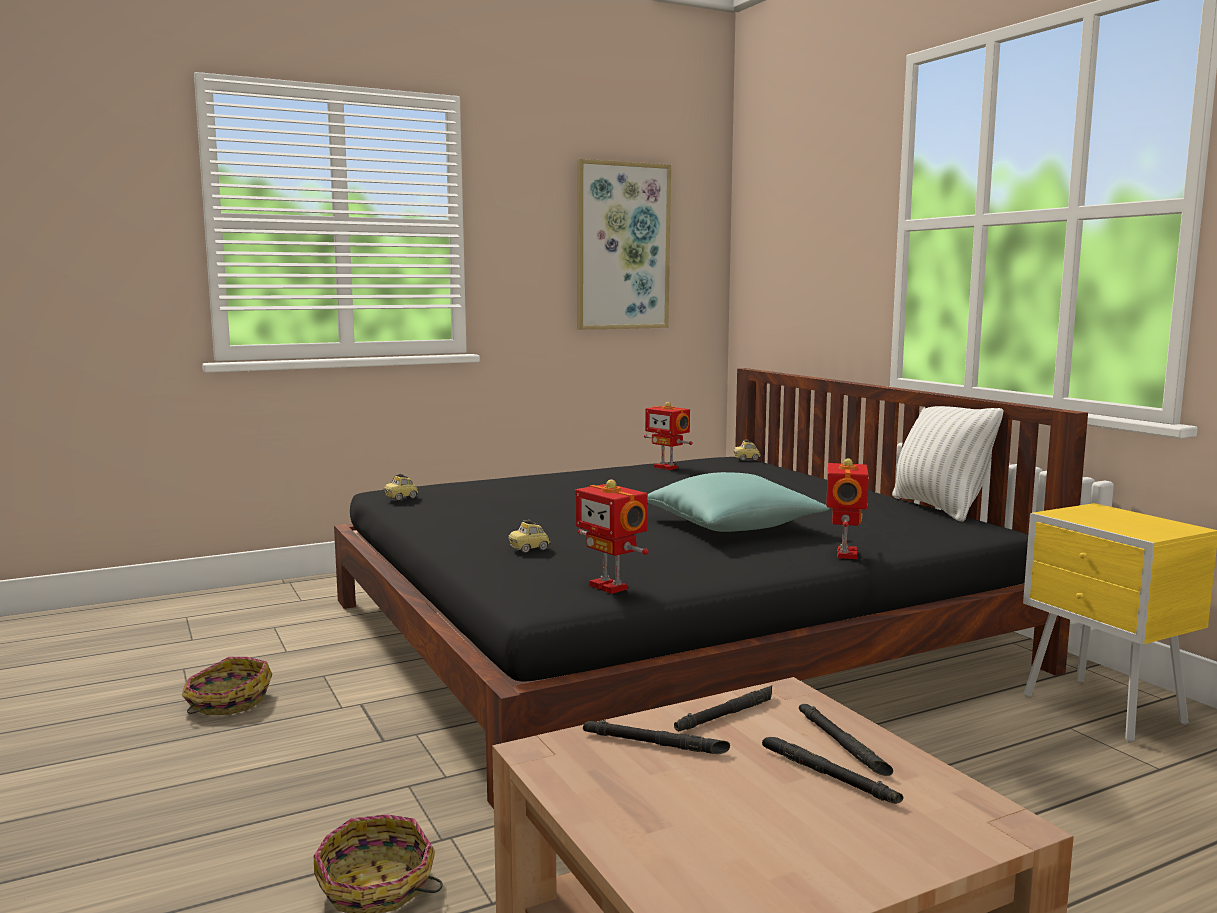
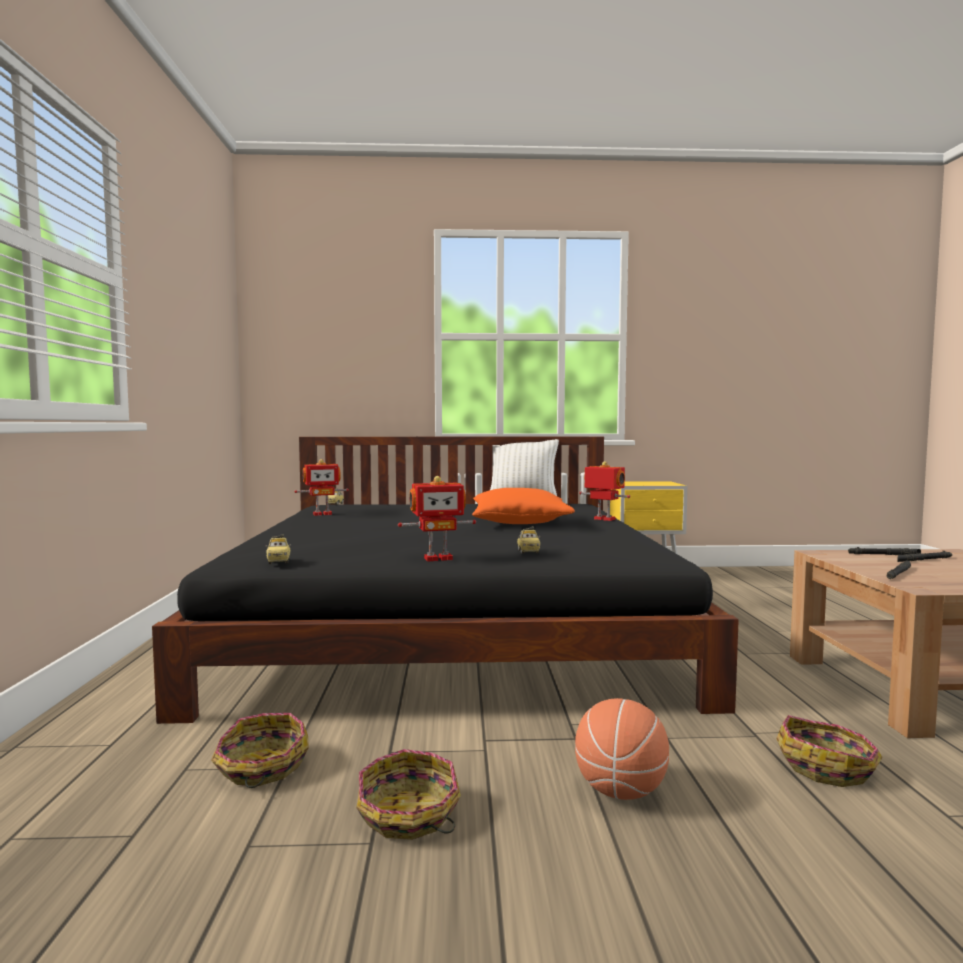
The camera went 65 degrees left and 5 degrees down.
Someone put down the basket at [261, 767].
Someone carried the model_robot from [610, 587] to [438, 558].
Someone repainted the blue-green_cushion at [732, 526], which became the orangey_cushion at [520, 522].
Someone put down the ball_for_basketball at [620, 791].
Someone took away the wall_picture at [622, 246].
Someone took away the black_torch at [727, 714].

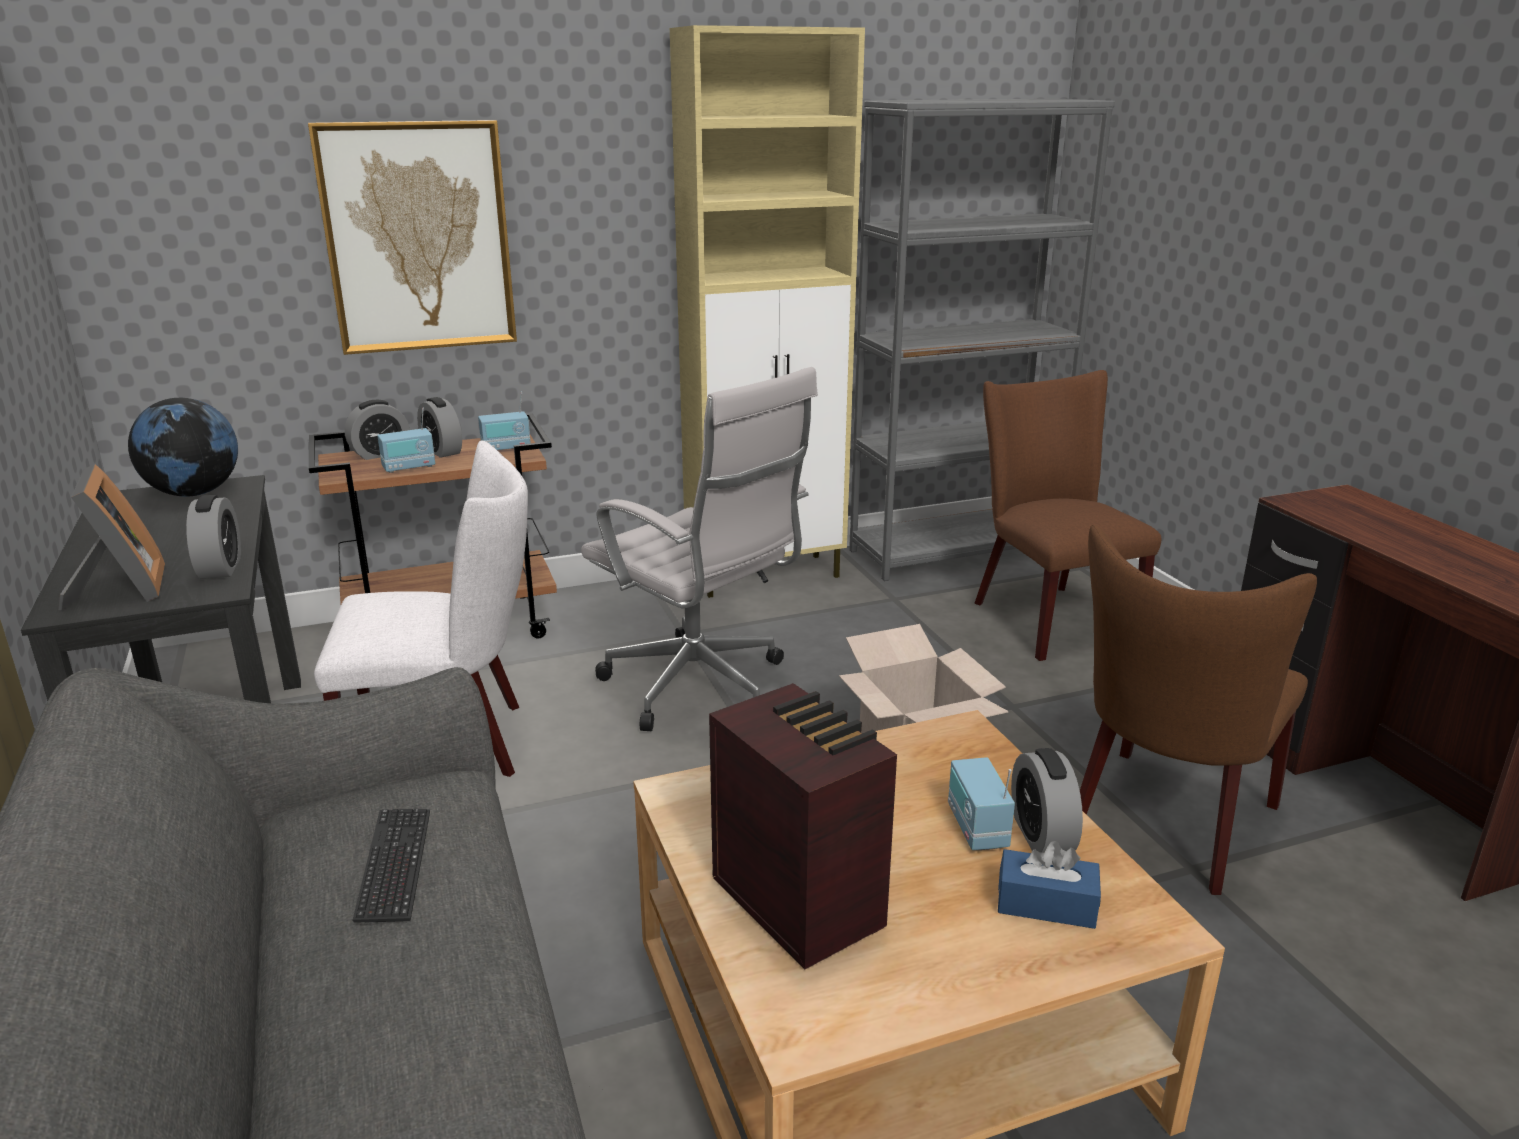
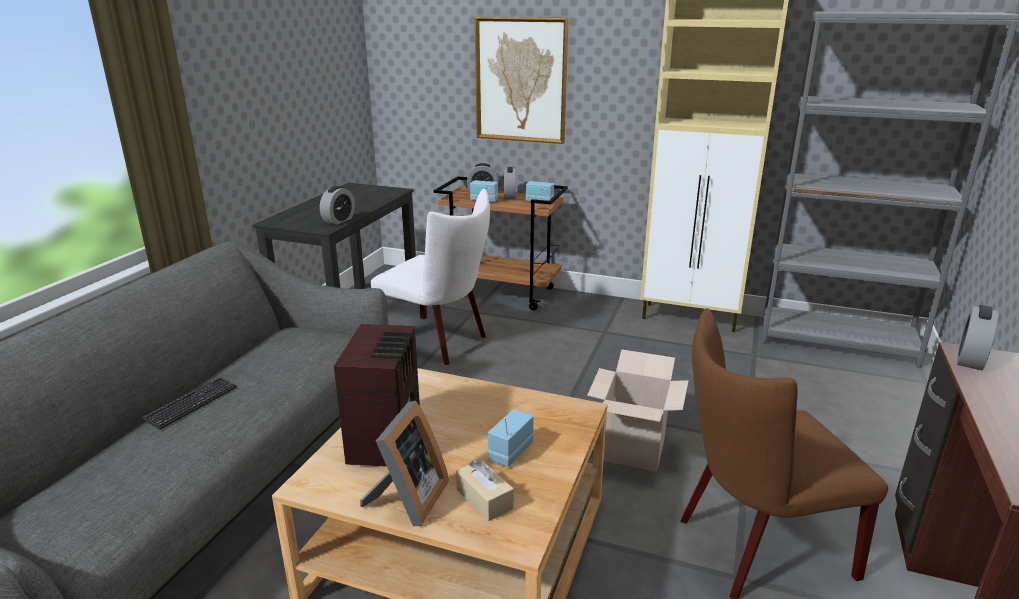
The camera went 40 degrees right and 0 degrees up.
Someone carried the PC_keyboard from [394, 866] to [192, 404].
Someone carried the picture_frame from [122, 590] to [407, 500].
Someone repainted the bluish_tissue_holder at [1046, 904], which became the beige_tissue_holder at [484, 499].
Someone carried the alarm_clock from [1041, 835] to [970, 359].
Someone took away the world_globe at [194, 493].
Someone took away the white-coloured_desk_chair at [702, 689].
Someone took away the brown-coloured_chair at [1047, 616].

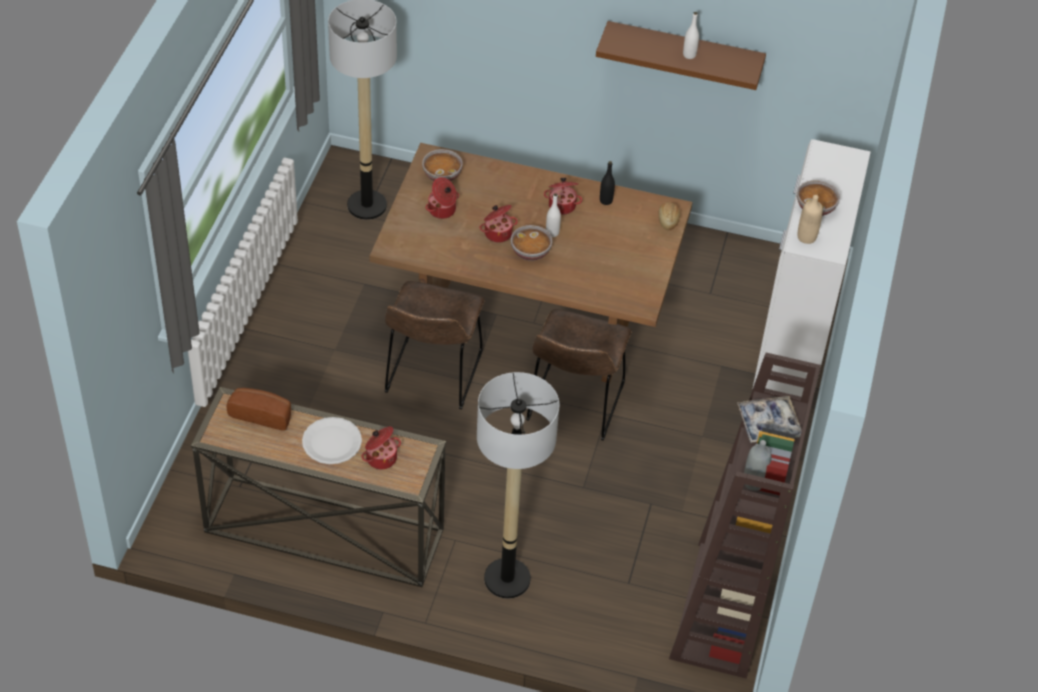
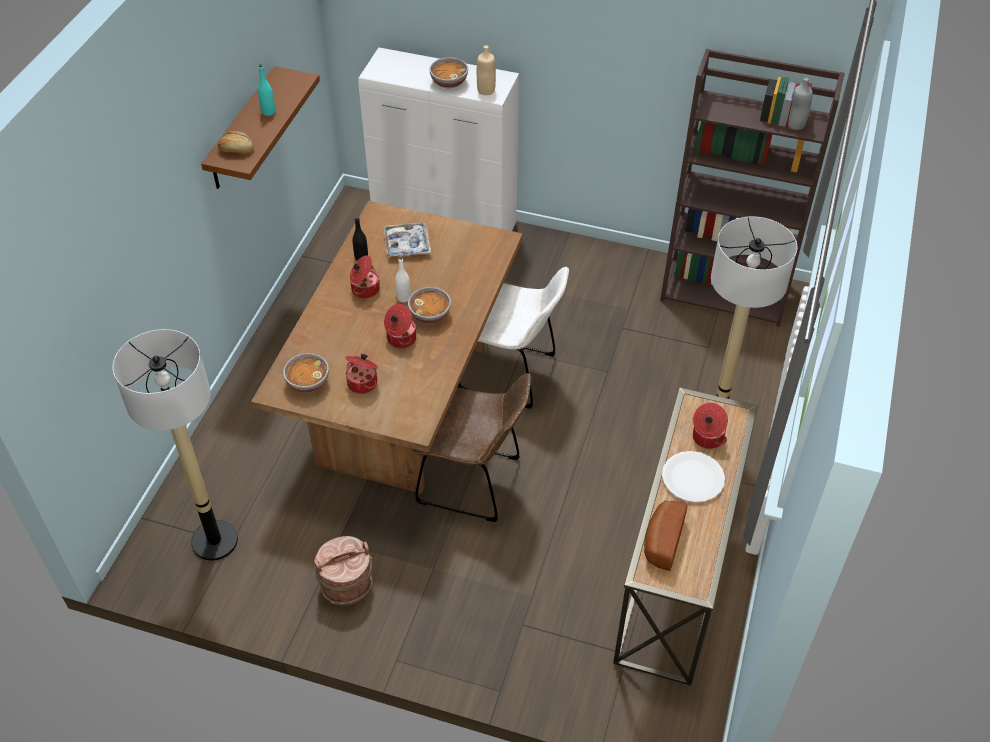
The camera went 85 degrees left and 0 degrees up.
Someone carried the bakery_bread from [668, 220] to [236, 150].
Someone repainted the white-coloured_bottle at [689, 55], which became the blue-green_bottle at [268, 112].
Someone put down the brown-coloured_pail at [346, 584].
Someone carried the carrying_tray from [768, 424] to [407, 244].
Someone repainted the brown-coloured_chair at [574, 406], which became the white-coloured_chair at [512, 374].

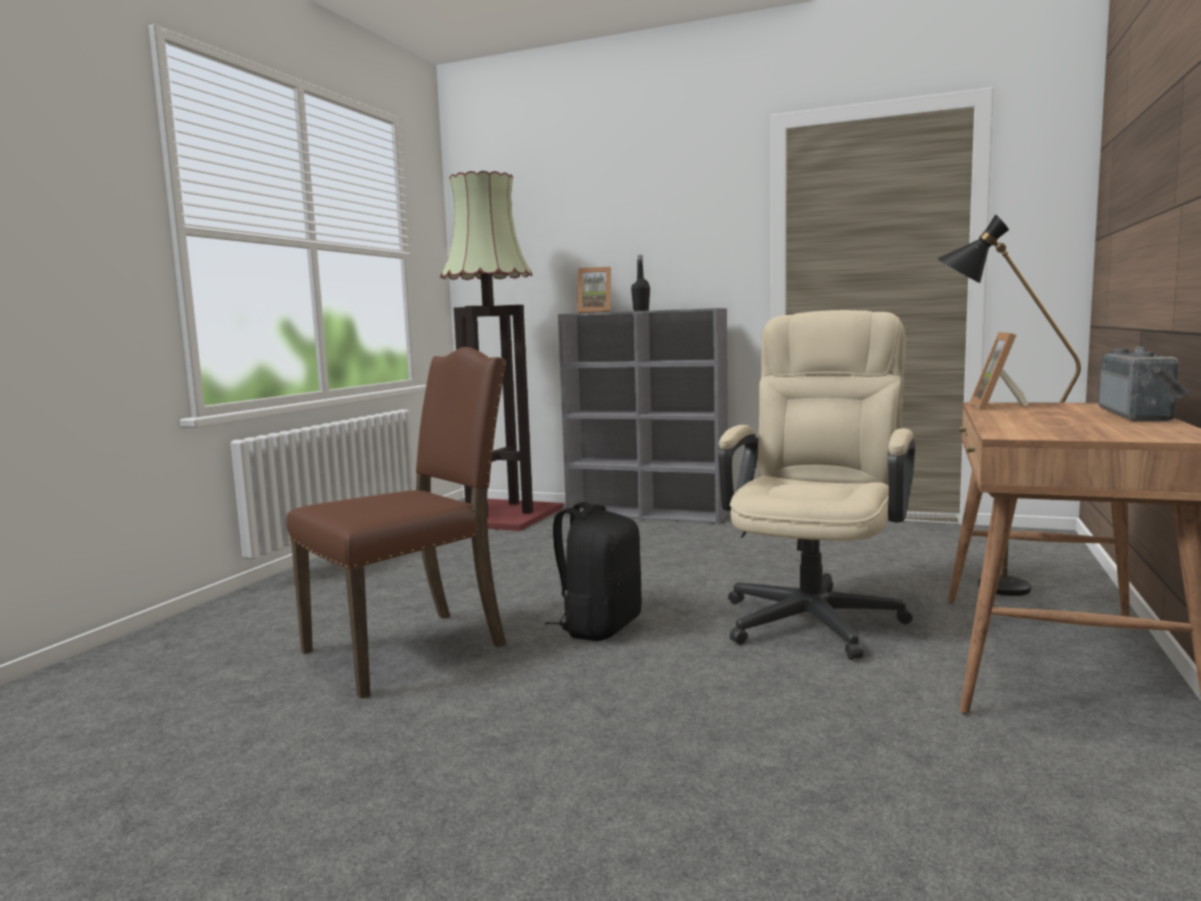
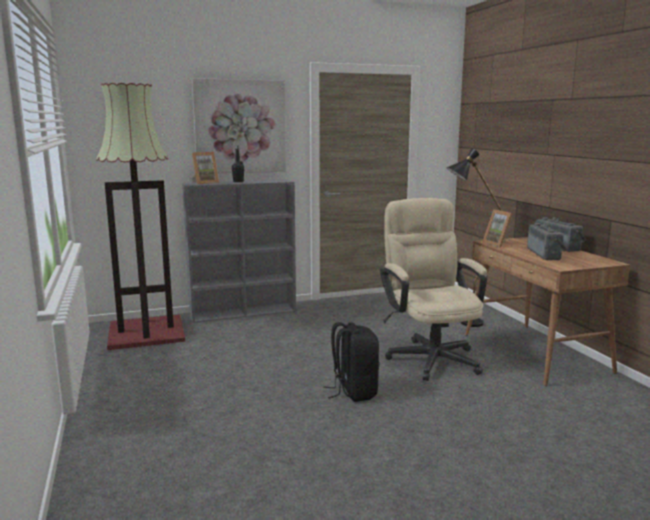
The camera went 40 degrees left and 5 degrees up.
Someone put up the wall_picture at [240, 126].
Someone put down the radio_receiver at [546, 254].
Someone took away the brown-coloured_chair at [411, 648].

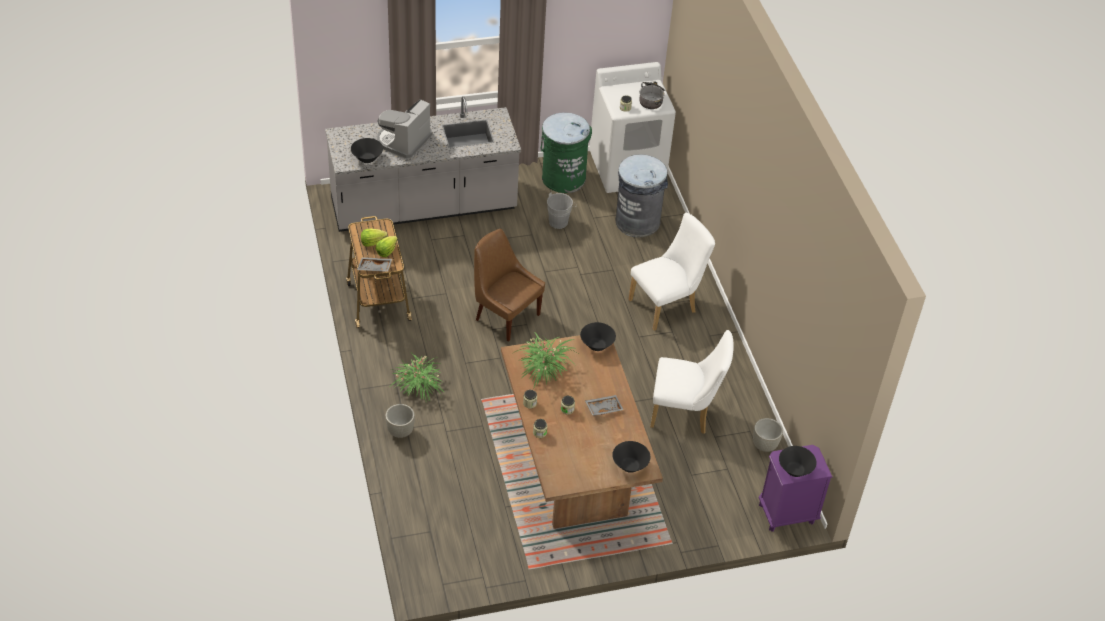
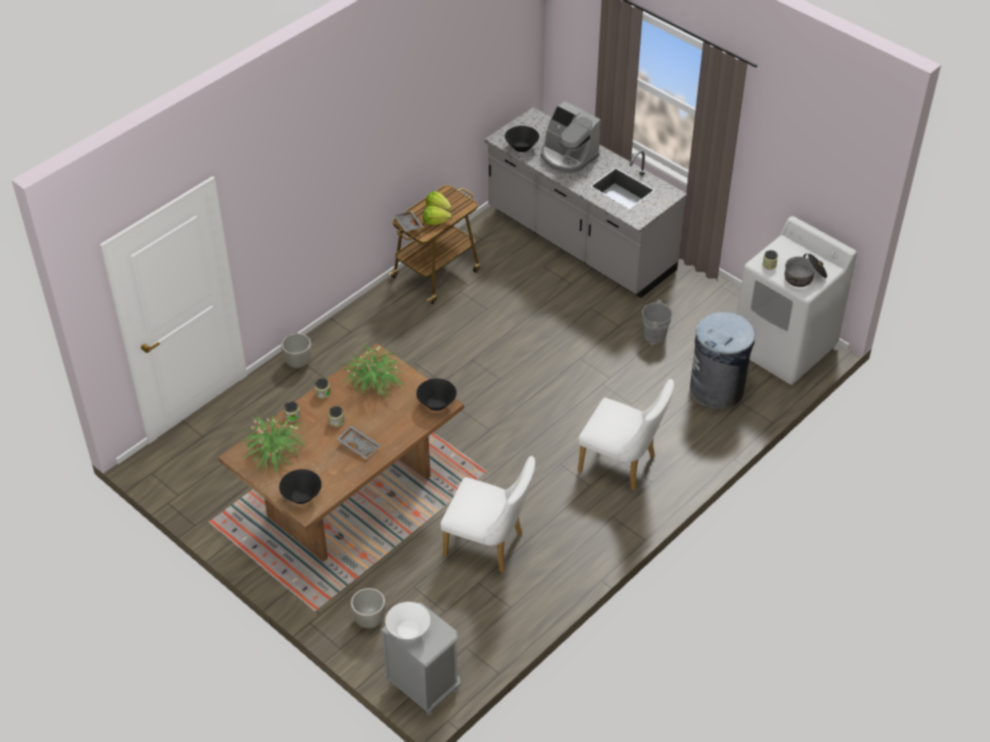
The camera went 60 degrees right and 0 degrees up.
Someone carried the potted_plant from [419, 386] to [274, 452].
Someone carried the grey_planter from [765, 445] to [369, 620].
Someone repainted the purplish_nightstand at [786, 514], which became the grey_nightstand at [423, 687].
Someone repainted the black_bowl at [795, 470], which became the white-coloured_bowl at [408, 631].
Someone rotated the white-coloured_chair at [685, 413] by 45 degrees counterclockwise.
Someone rotated the coffee_maker at [403, 141] by 135 degrees counterclockwise.
Someone took away the brown-coloured_chair at [505, 316].
Someone took away the greenish_rubbish_bin at [563, 178].

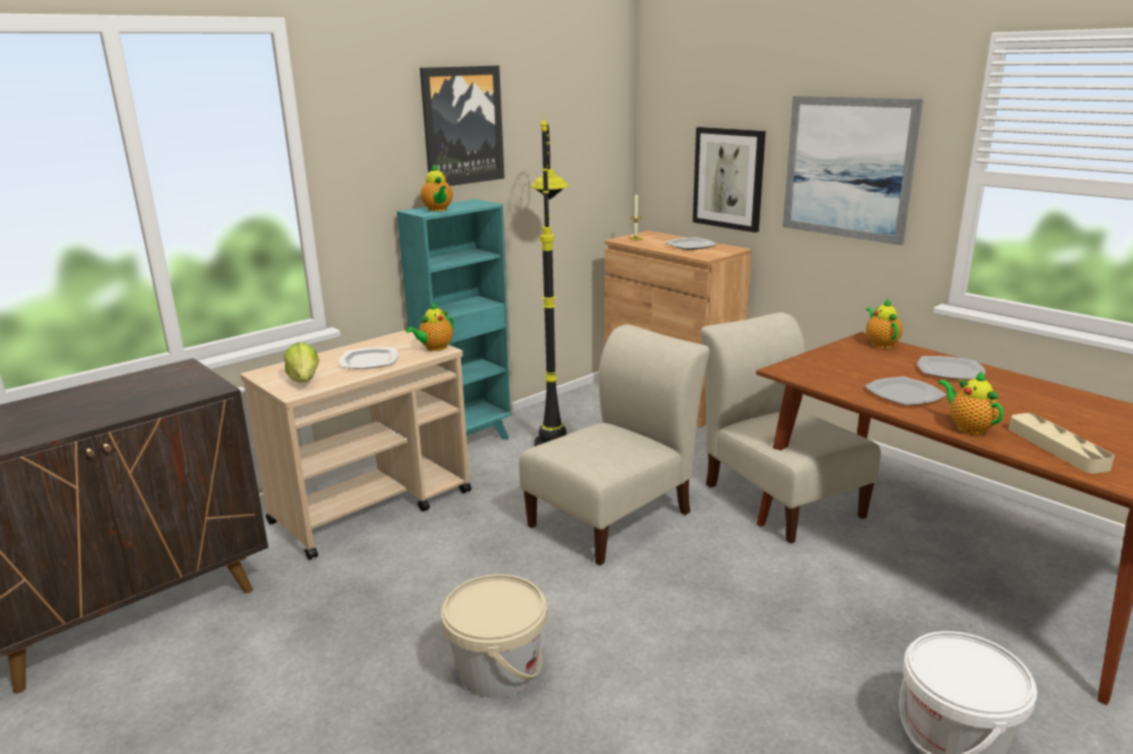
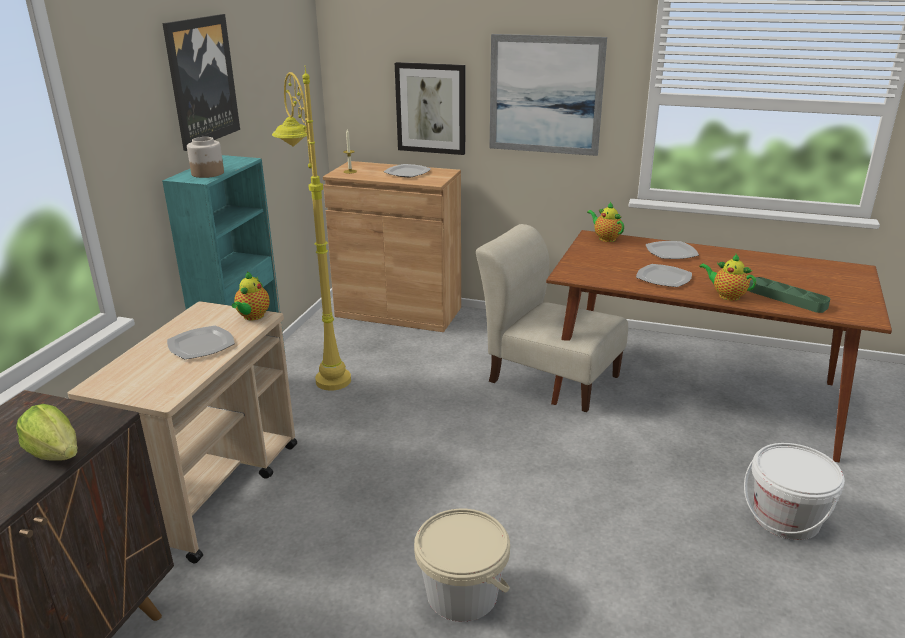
The camera went 30 degrees left and 5 degrees up.
Someone carried the head_of_lettuce from [304, 380] to [55, 453].
Someone swapped the teapot at [438, 210] for the preserve_jar at [207, 173].
Someone repainted the black_standard_lamp at [554, 432], which became the yellow-coloured_standard_lamp at [323, 367].
Someone repainted the beige_carrying_tray at [1057, 448], which became the greenish_carrying_tray at [787, 298].
Someone took away the beige_chair at [614, 516].

